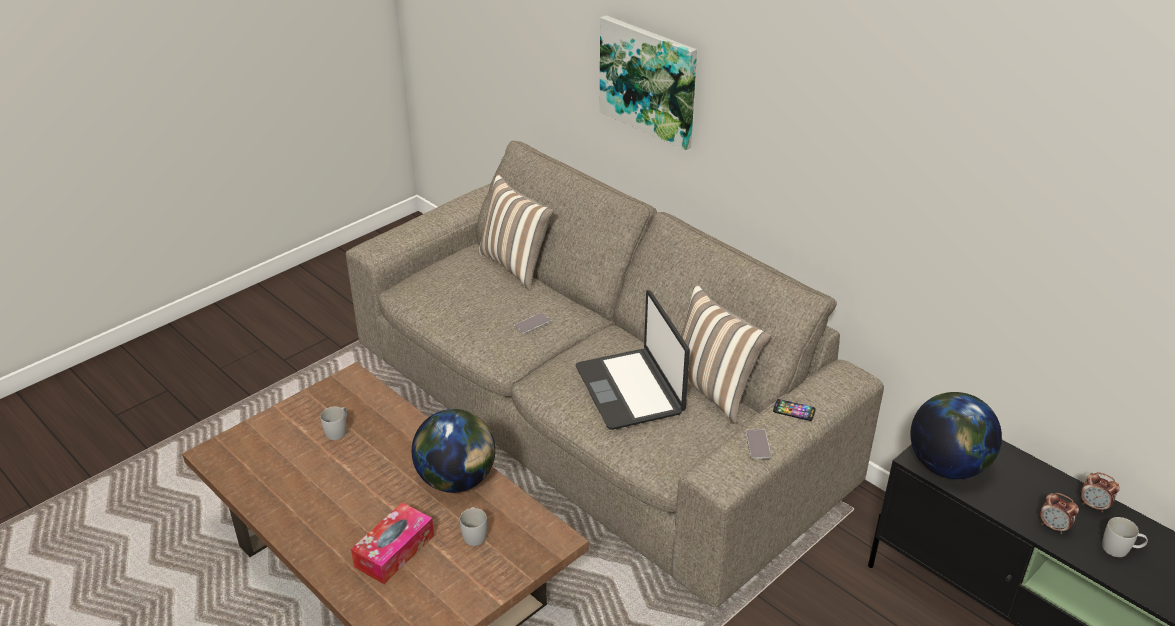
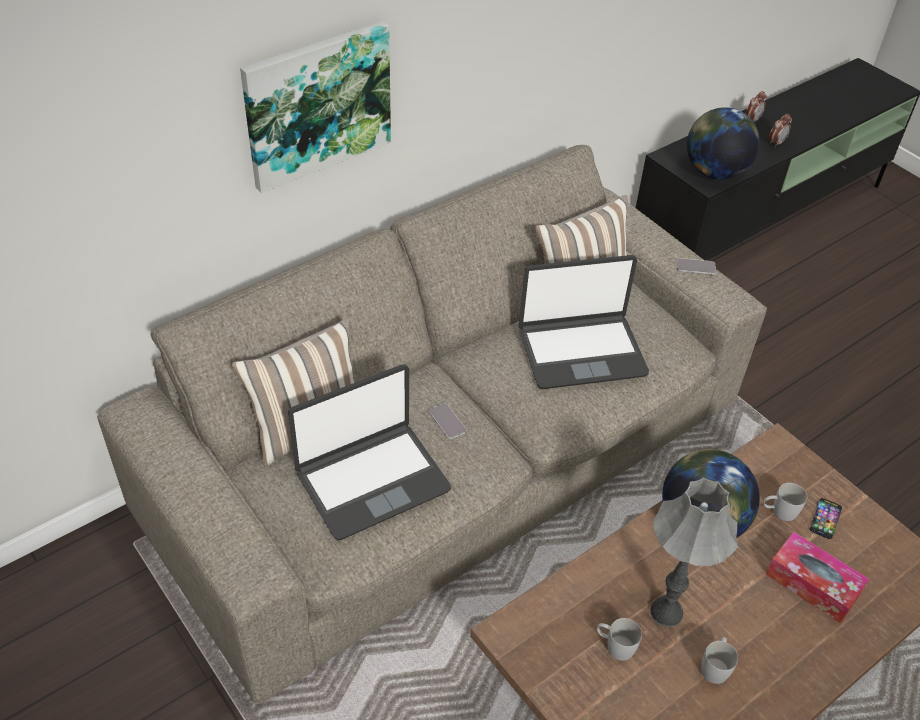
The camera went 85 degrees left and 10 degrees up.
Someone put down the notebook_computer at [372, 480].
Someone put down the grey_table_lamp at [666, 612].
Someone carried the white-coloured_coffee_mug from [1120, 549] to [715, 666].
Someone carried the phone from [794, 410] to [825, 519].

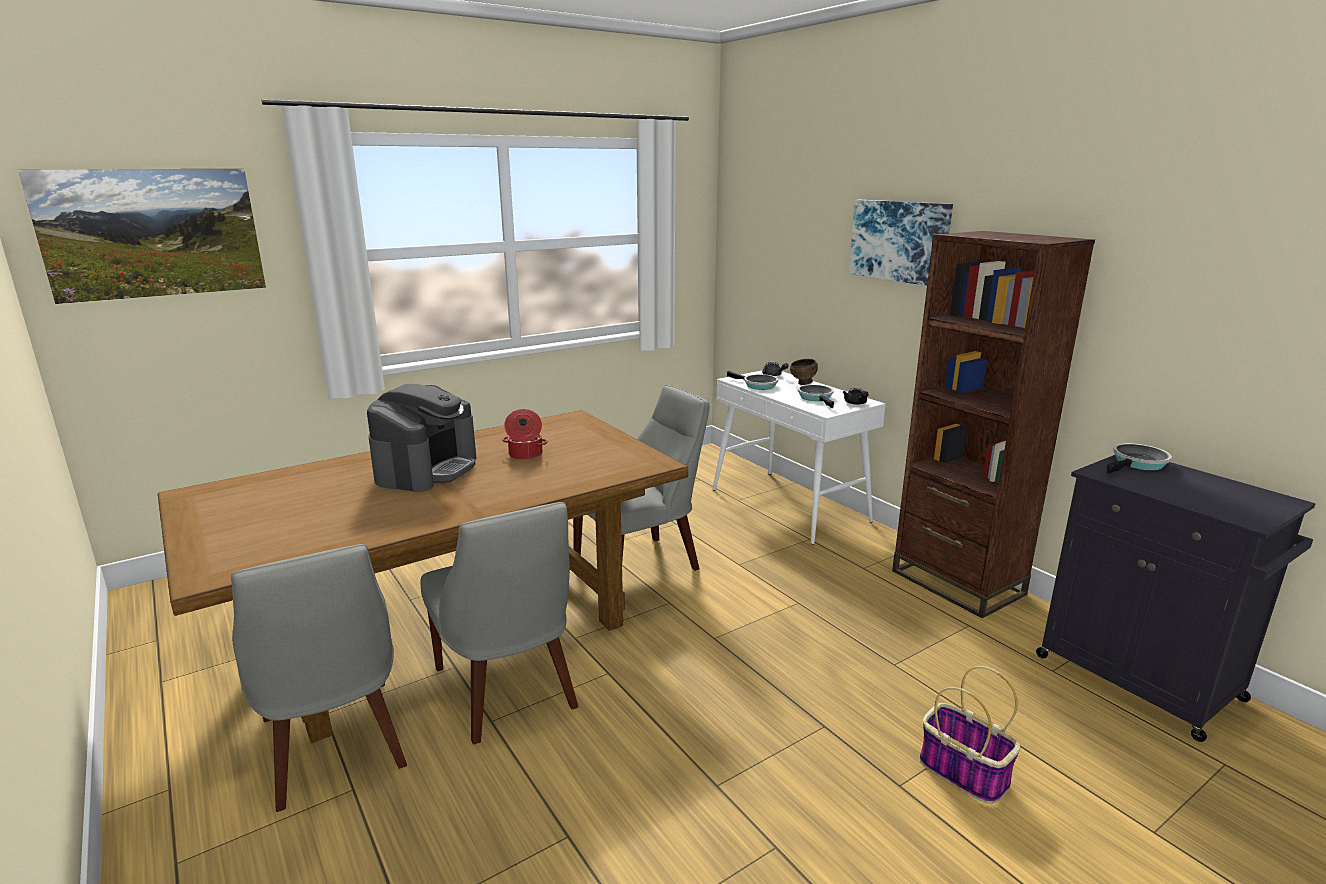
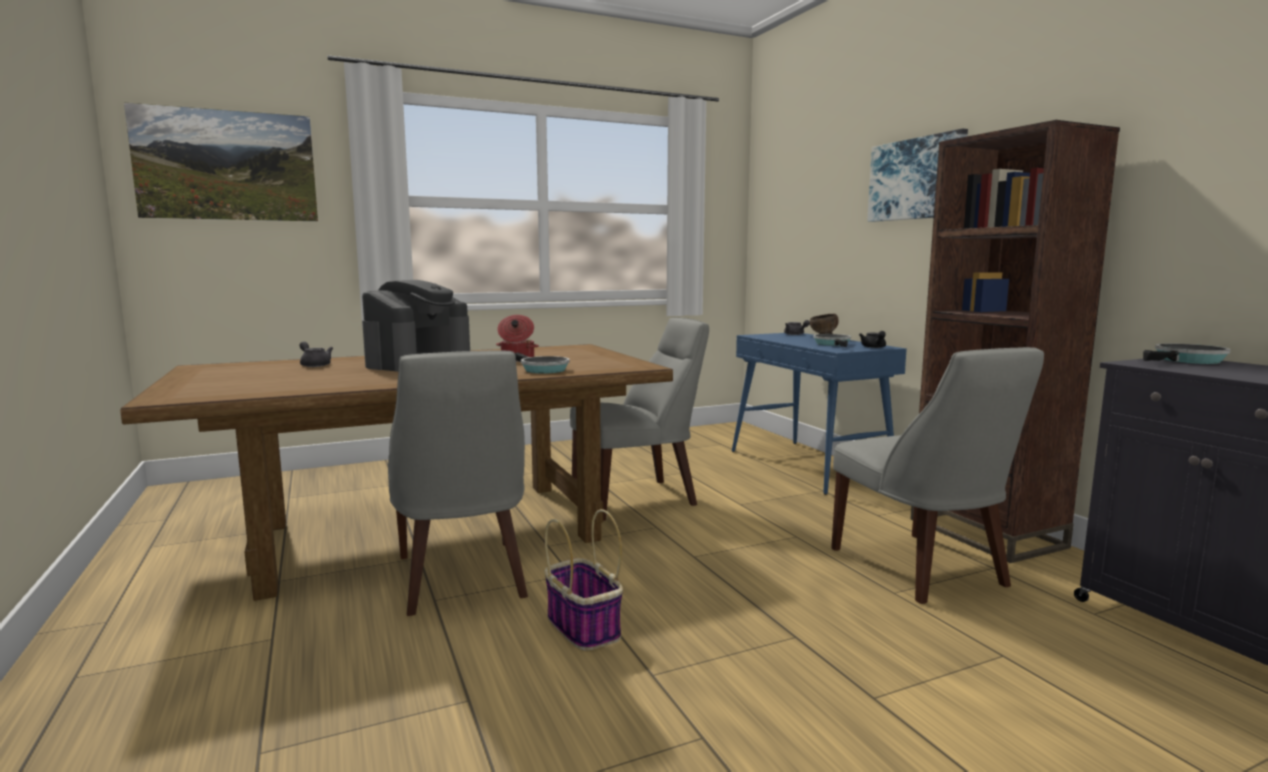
The camera went 10 degrees right and 10 degrees down.
Someone put down the grey_teapot at [314, 365].
Someone carried the pan from [757, 385] to [542, 369].
Someone carried the basket from [961, 771] to [582, 626].
Someone repainted the white-coloured_hall_table at [789, 505], which became the bluish_hall_table at [809, 466].
Someone carried the grey_chair from [334, 747] to [922, 570].

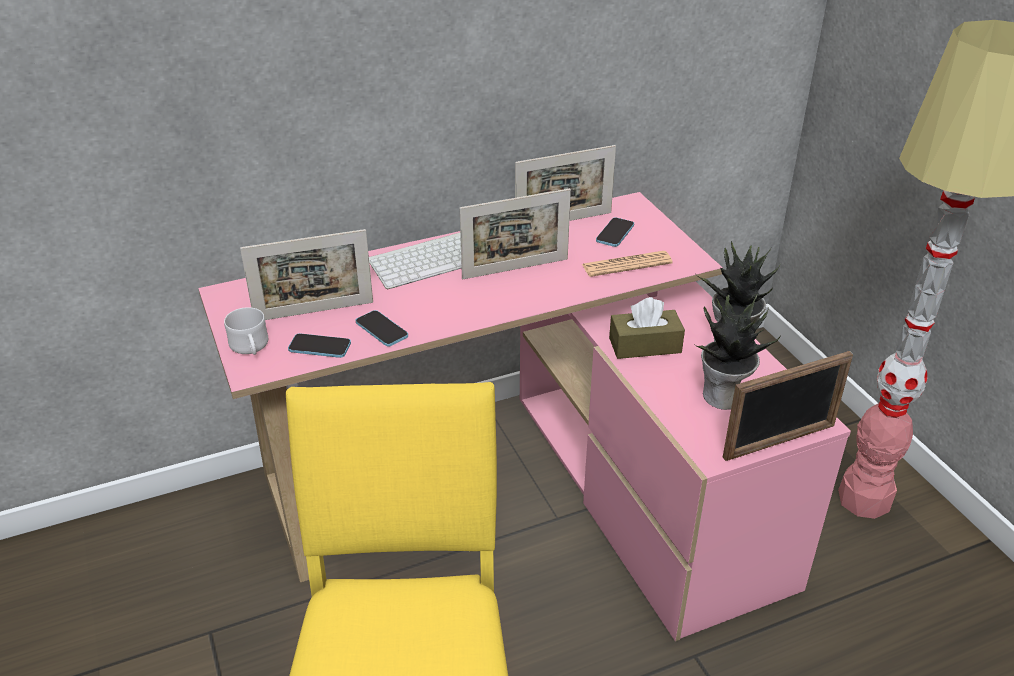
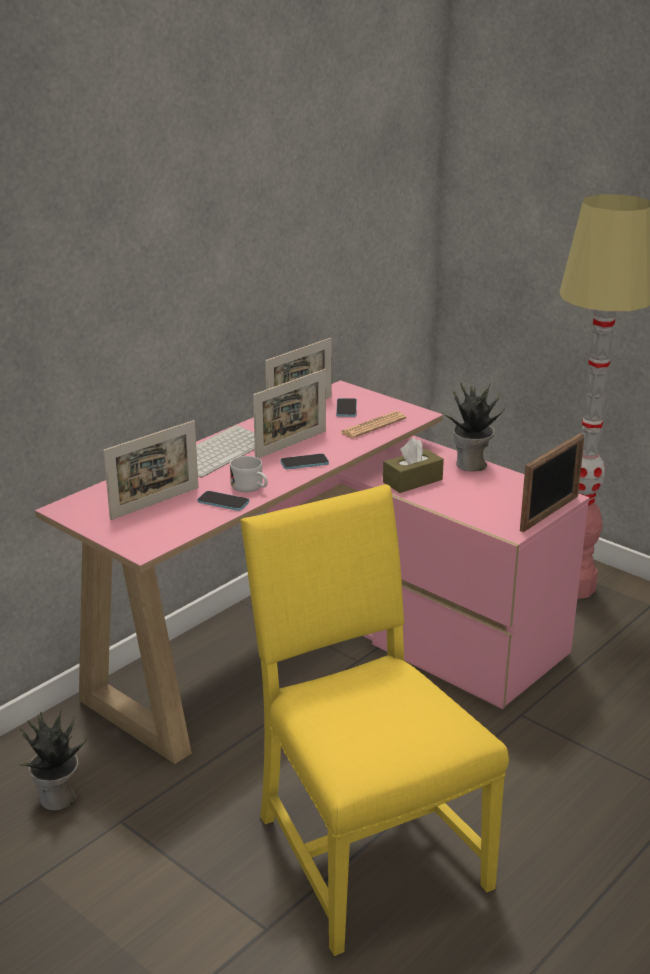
The camera went 25 degrees left and 10 degrees down.
Someone carried the potted_plant from [723, 397] to [58, 799].
Someone carried the white-coloured_coffee_mug from [250, 348] to [251, 488].
Someone carried the phone from [319, 347] to [304, 463].

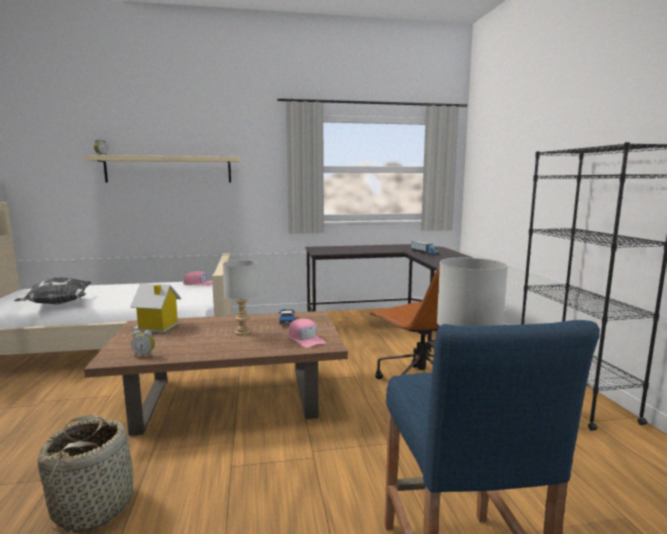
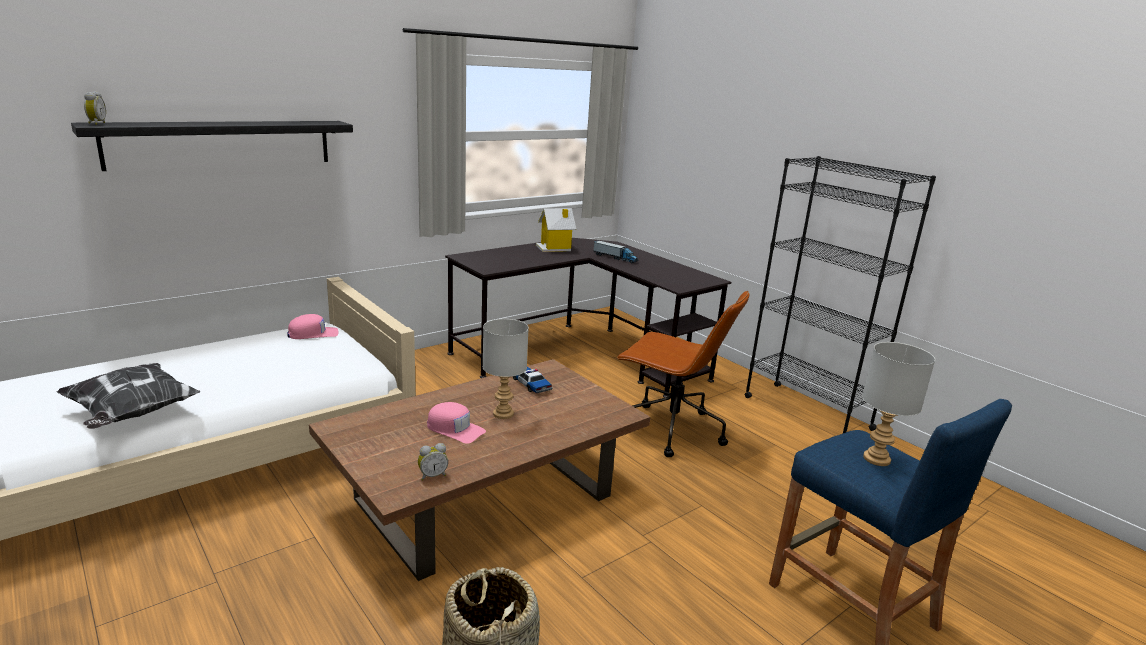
The camera went 30 degrees left and 10 degrees up.
Someone repainted the beige_shelf at [169, 169], which became the black_shelf at [222, 144].
Someone carried the pinkish_cap from [305, 339] to [455, 429].
Someone carried the toy_house from [157, 327] to [555, 248].

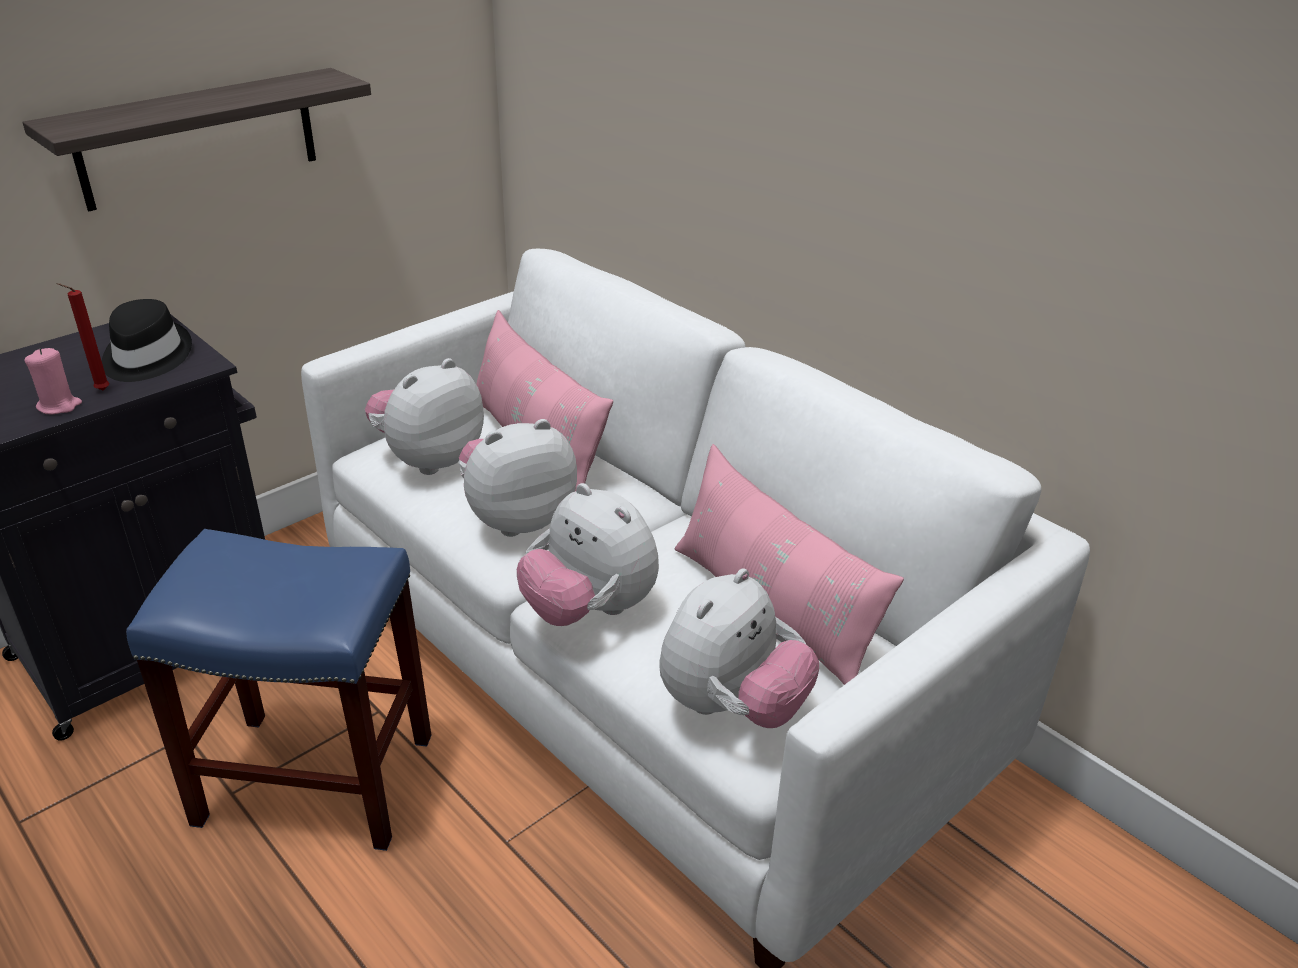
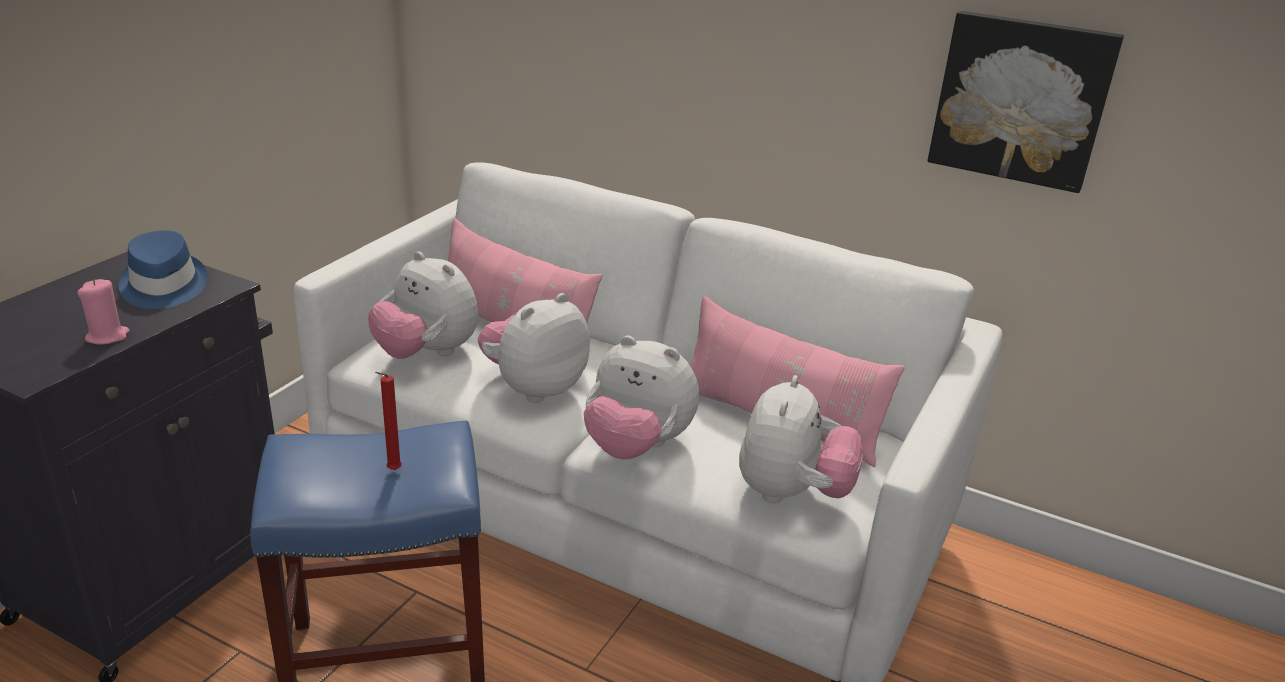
The camera went 20 degrees left and 5 degrees down.
Someone repainted the black_wearable_hat at [145, 357], which became the bluish_wearable_hat at [163, 286].
Someone rotated the cuddly_toy at [429, 459] by 75 degrees counterclockwise.
Someone carried the red-coloured_candle from [100, 391] to [392, 471].
Someone put up the wall_picture at [1021, 100].
Someone took away the shelf at [198, 138].

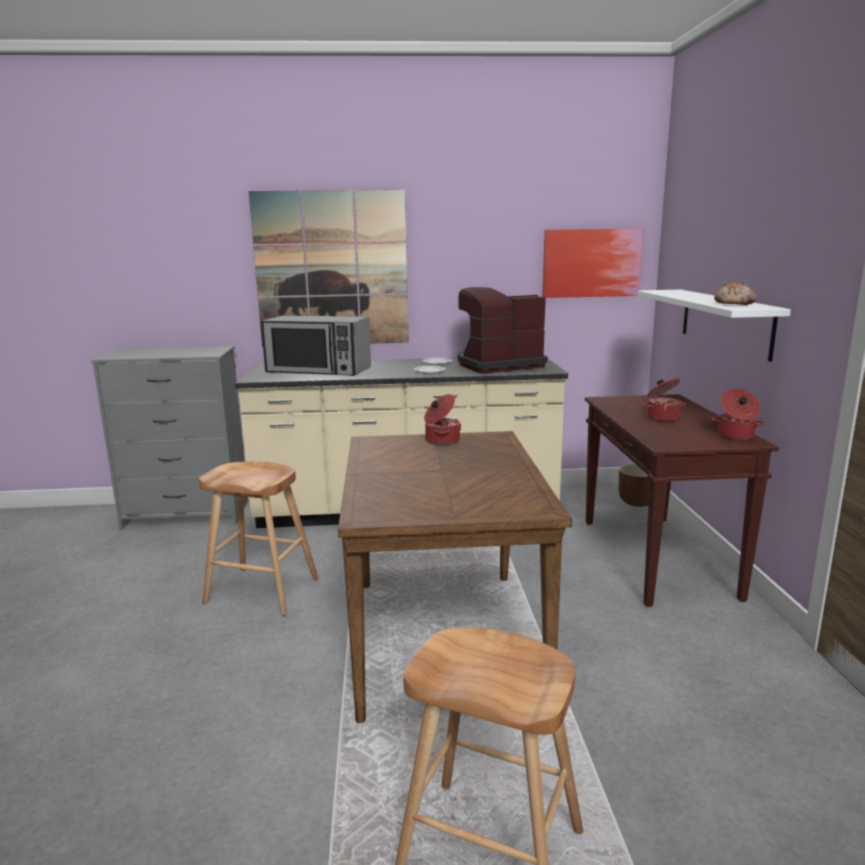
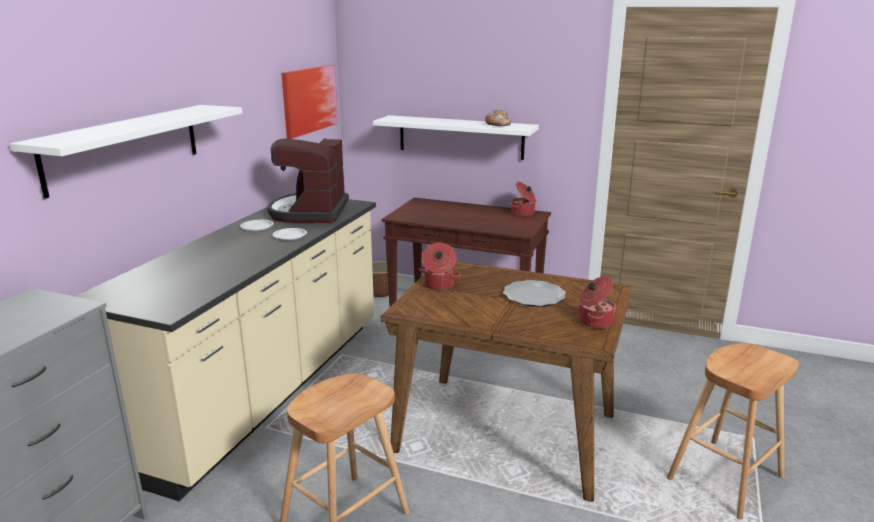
The camera went 65 degrees left and 5 degrees up.
Someone swapped the wall_picture at [331, 269] for the white-coloured_shelf at [124, 147].
Someone put down the dinner_plate at [533, 296].
Someone carried the saucepot from [662, 417] to [595, 322].
Someone took away the microwave_oven at [318, 371].

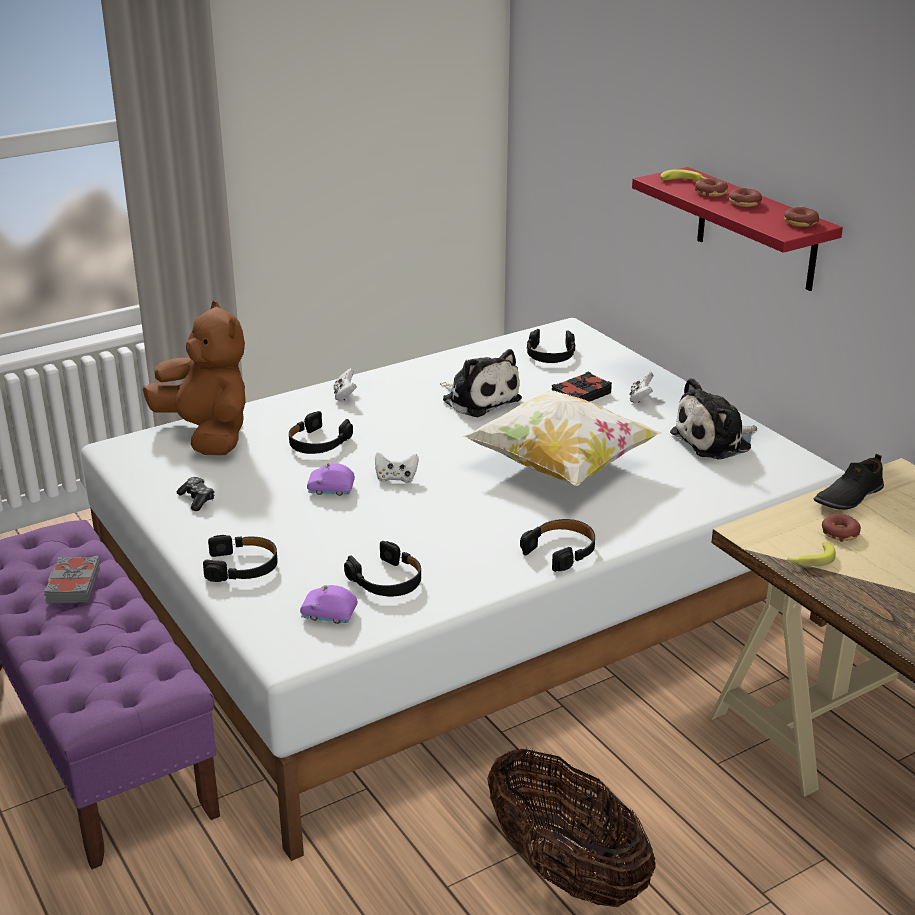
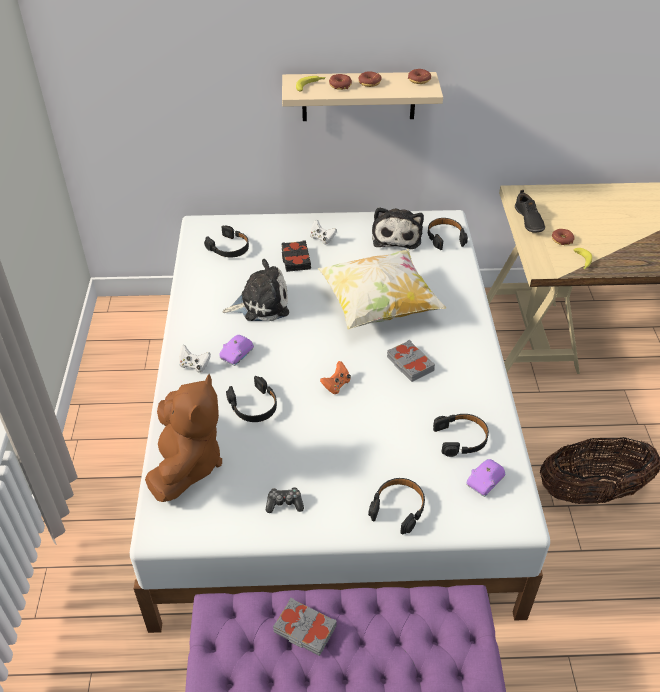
The camera went 60 degrees left and 15 degrees up.
Someone rotated the brown-coloured_cuddly_toy at [207, 434] by 105 degrees clockwise.
Someone carried the purplish_model_car from [331, 490] to [237, 355].
Someone repainted the red-coloured_shelf at [756, 230], which became the beige_shelf at [358, 96].
Someone repainted the white-coloured_joypad at [396, 478], which became the orangey_joypad at [336, 385].
Someone put down the grey_bound_book at [409, 364].
Someone carried the black_headphones from [561, 551] to [445, 237].

